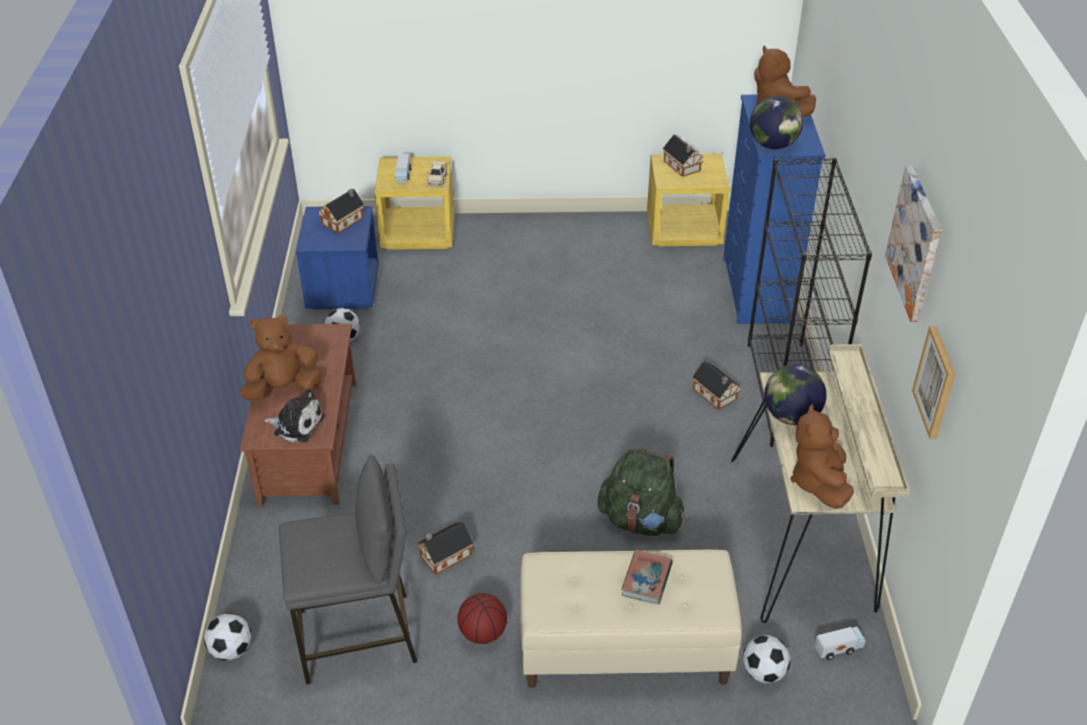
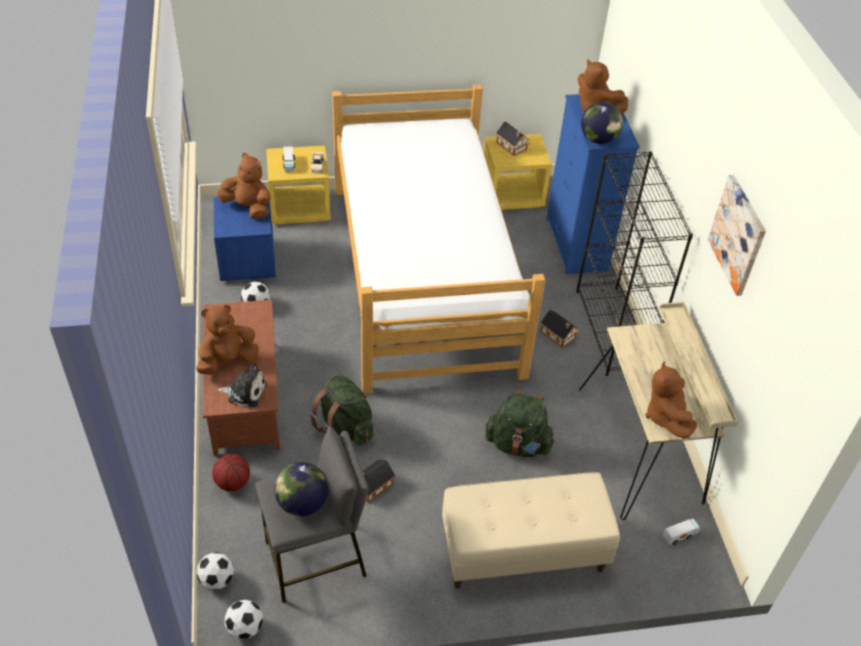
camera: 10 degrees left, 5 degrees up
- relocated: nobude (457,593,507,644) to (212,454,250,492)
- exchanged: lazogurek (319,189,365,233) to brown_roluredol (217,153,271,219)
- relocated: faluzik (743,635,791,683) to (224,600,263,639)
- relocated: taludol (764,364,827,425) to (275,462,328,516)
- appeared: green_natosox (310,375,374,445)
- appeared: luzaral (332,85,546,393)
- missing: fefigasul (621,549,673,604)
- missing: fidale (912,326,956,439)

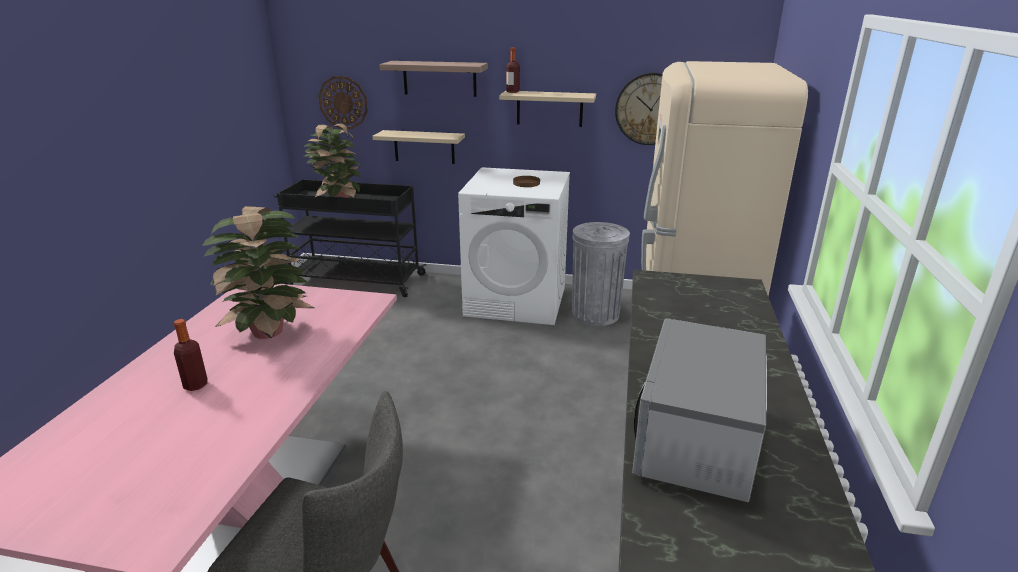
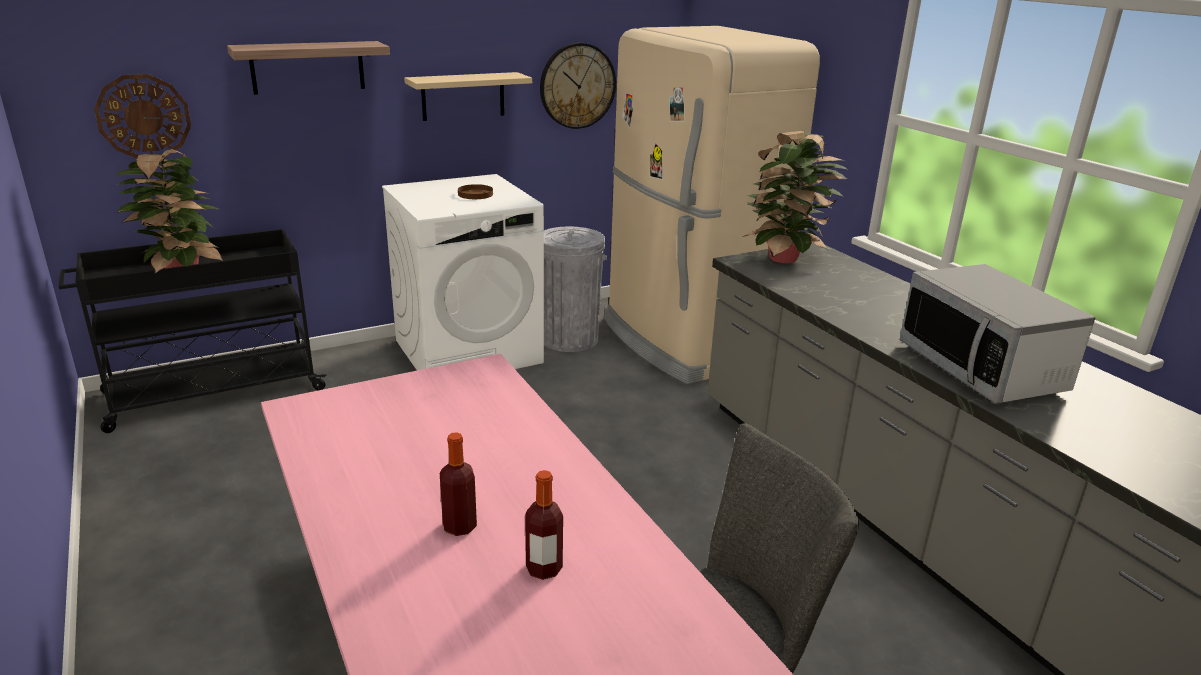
camera: 40 degrees left, 0 degrees up
- relocated: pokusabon (506,48,520,93) to (525,470,563,580)
- relocated: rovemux (202,206,314,339) to (742,131,847,263)
- missing: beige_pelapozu (372,130,465,164)

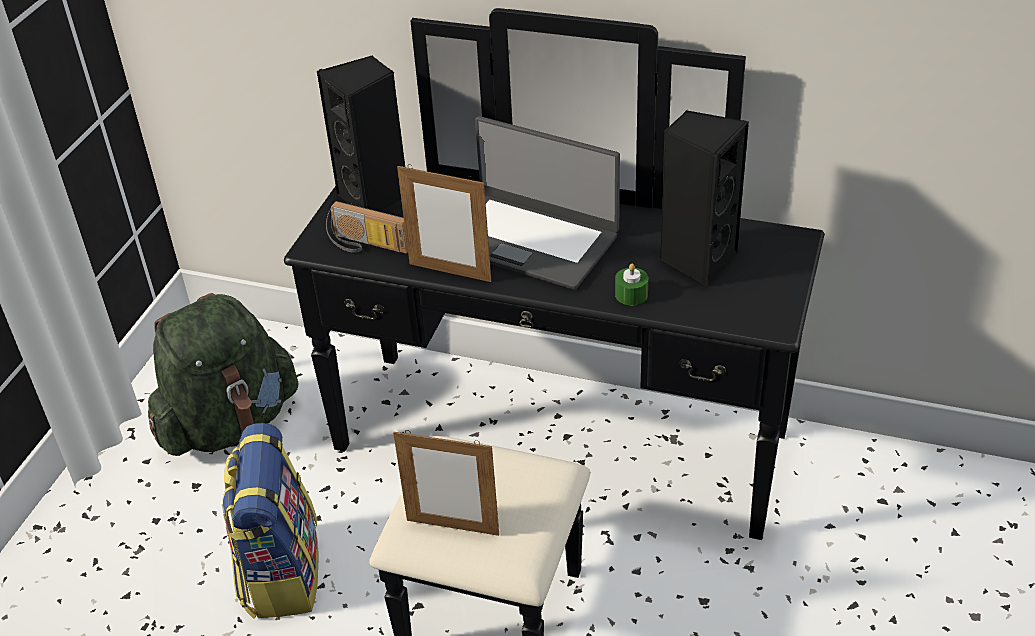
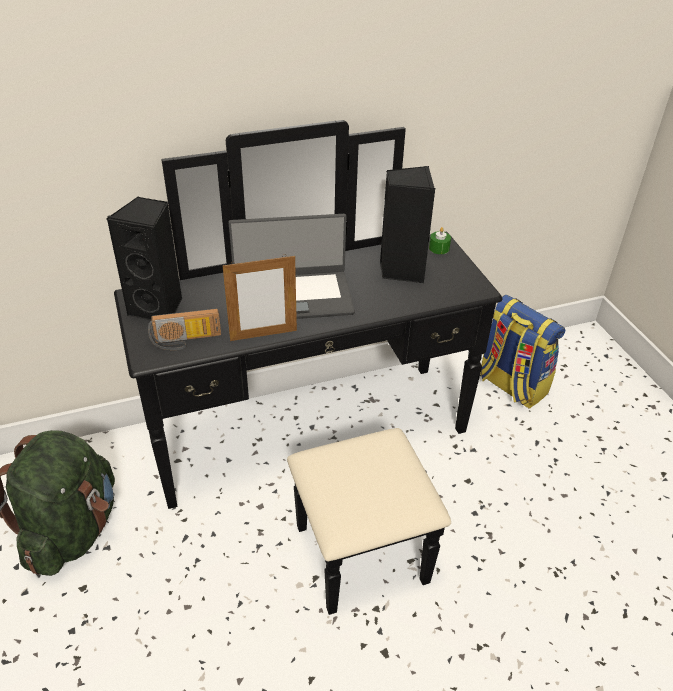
camera: 40 degrees left, 0 degrees up
- relocated: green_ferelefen (615,264,648,305) to (429,227,451,254)
- relocated: natosox (222,423,319,618) to (480,295,565,409)
- missing: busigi (393,430,499,536)

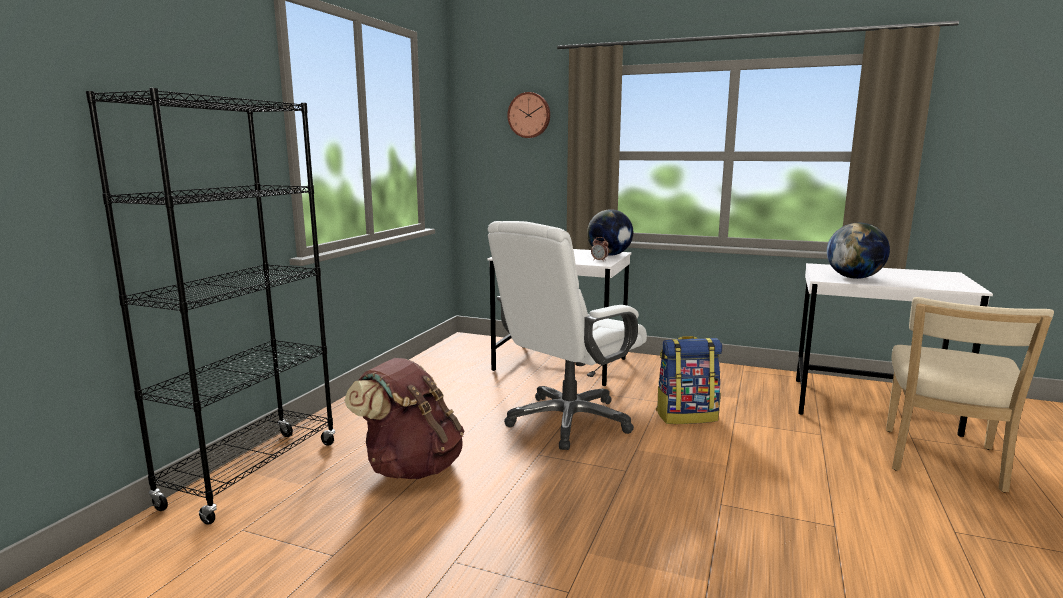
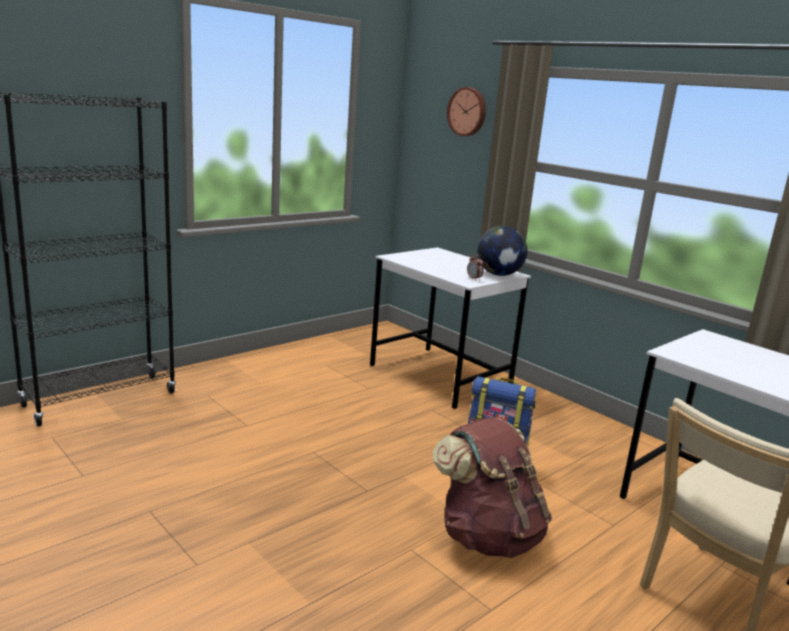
camera: 25 degrees right, 5 degrees up
- relocated: brown_natosox (344,358,464,479) to (433,417,552,558)
- missing: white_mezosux (488,221,647,450)
- missing: taludol (827,223,890,279)

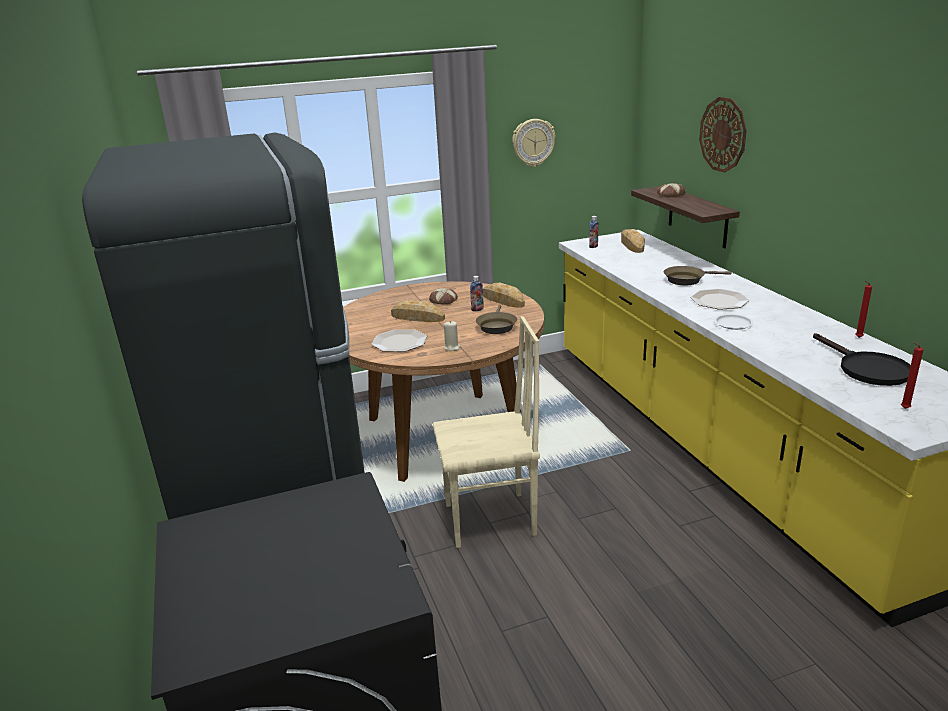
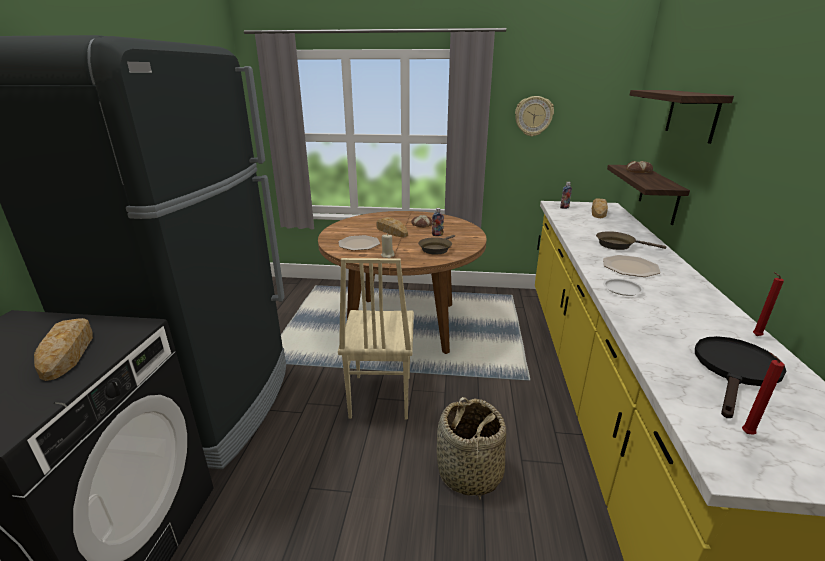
camera: 25 degrees right, 0 degrees up
- relocated: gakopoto (483,283,525,308) to (34,318,93,381)
- spun: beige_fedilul (433,316,540,548) = (338,258,414,419) 75 degrees clockwise
- appeared: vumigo (437,397,506,500)
- exchanged: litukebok (699,97,747,172) to pelapozu (630,90,734,144)
- spun: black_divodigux (813,333,911,386) = (695,336,786,418) 150 degrees counterclockwise

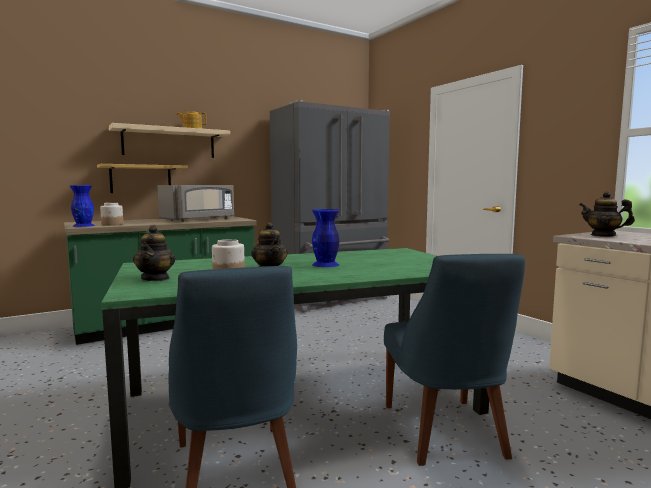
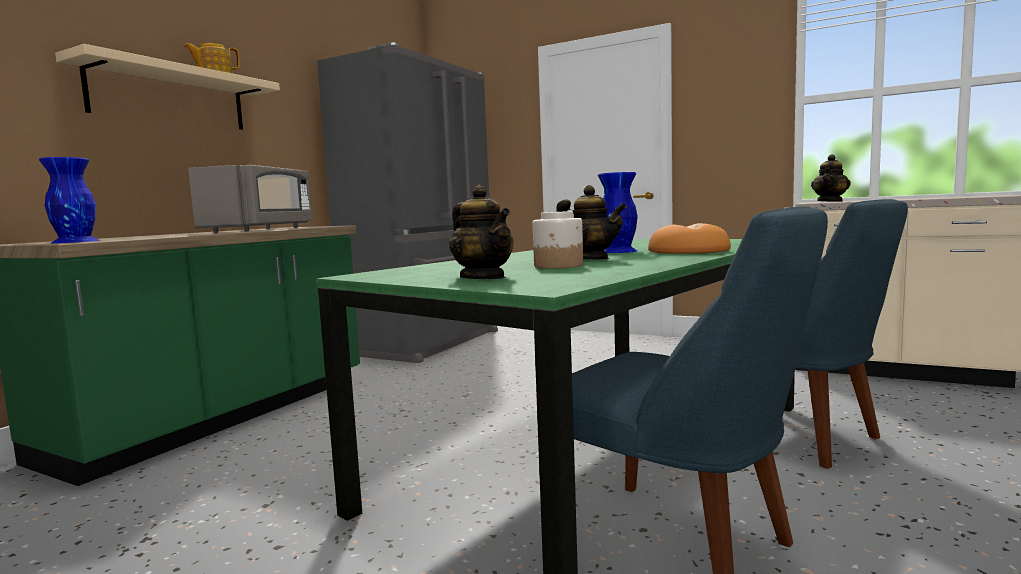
camera: 30 degrees left, 0 degrees up
- appeared: gakopoto (648,223,731,254)
- spun: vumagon (579,191,635,237) = (811,154,851,202) 60 degrees counterclockwise
- missing: pelapozu (97,164,188,193)
- missing: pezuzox (100,203,123,226)

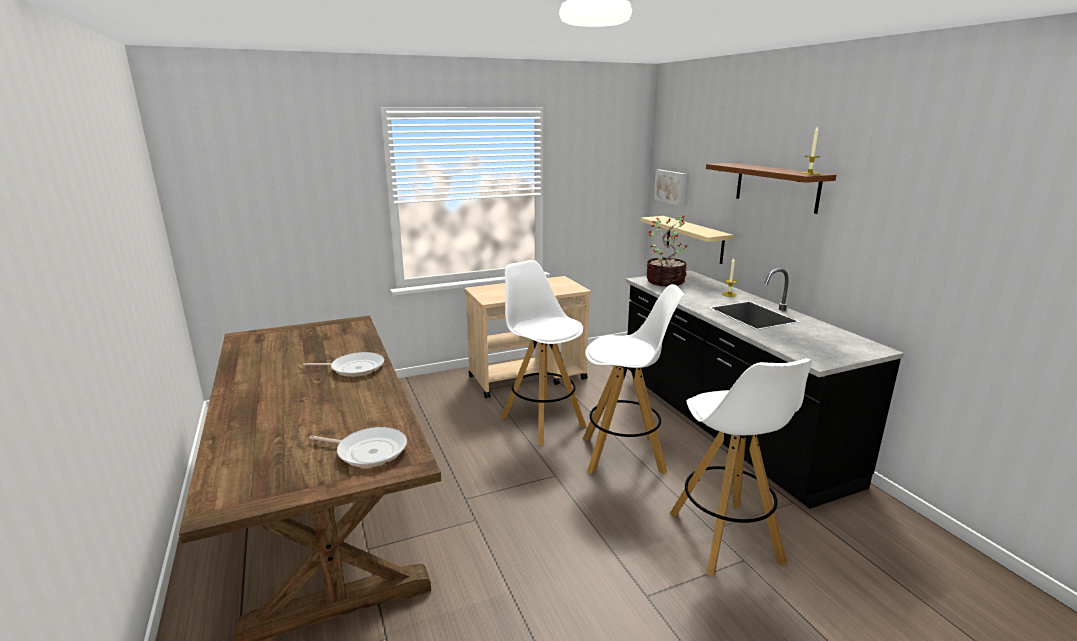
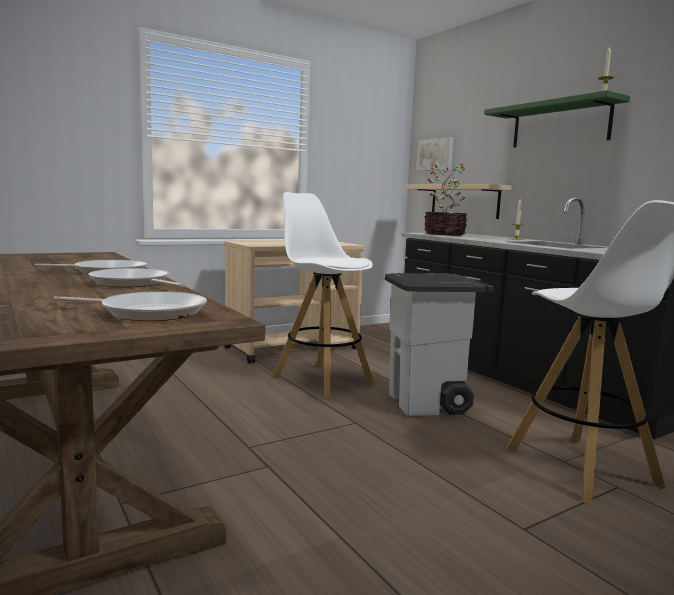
camera: 10 degrees left, 10 degrees down
- appeared: divodigux (89,268,185,287)
- exchanged: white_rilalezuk (583,284,684,474) to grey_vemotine (385,273,494,416)
- colour: brown_pelapozu (706,163,836,214) to green_pelapozu (484,90,630,148)

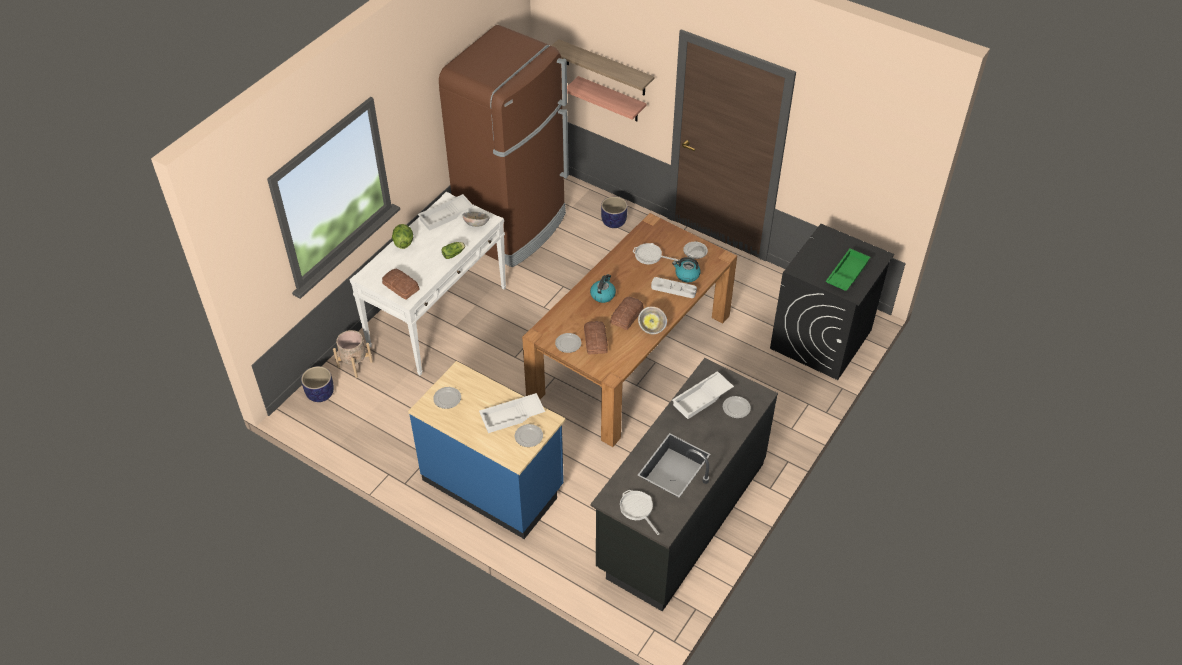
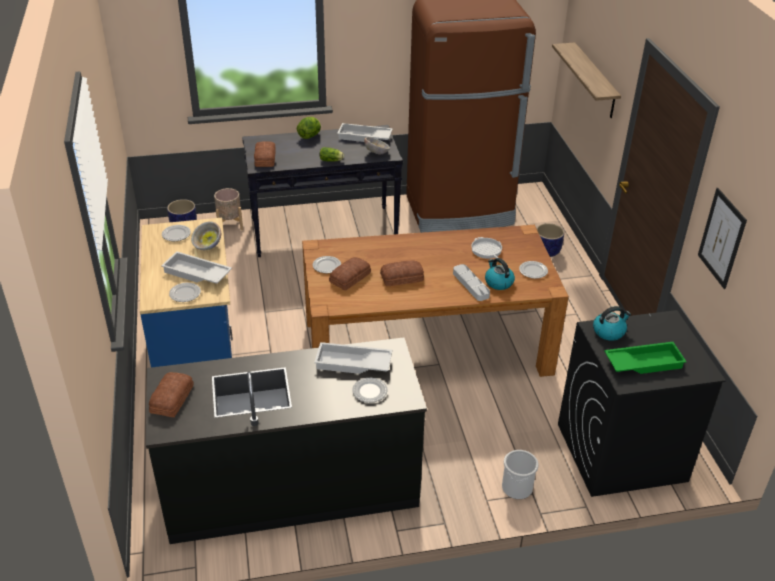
camera: 45 degrees right, 10 degrees down
- exchanged: divodigux (620,490,659,535) to gakopoto (149,372,194,417)
- relocated: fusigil (638,306,667,334) to (191,221,221,250)
- colour: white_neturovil (350,192,506,376) to black_neturovil (242,125,403,257)
- appeared: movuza (502,450,539,499)
- relocated: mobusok (590,274,616,303) to (593,306,631,341)
- appeared: fidale (698,188,747,289)
- missing: pelapozu (567,76,647,121)

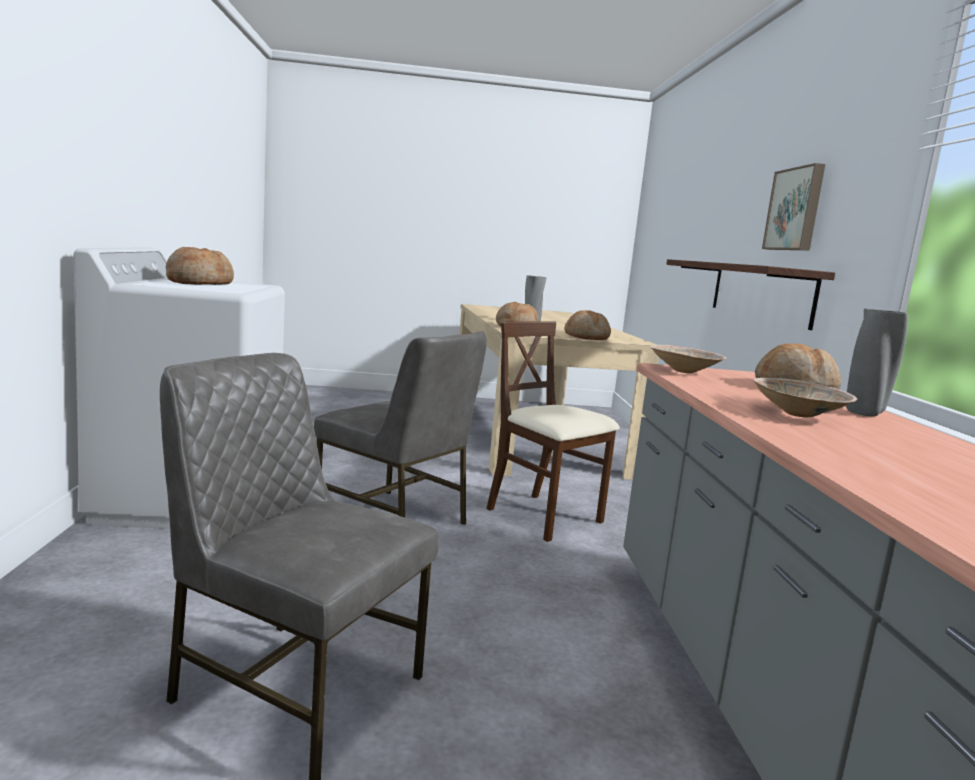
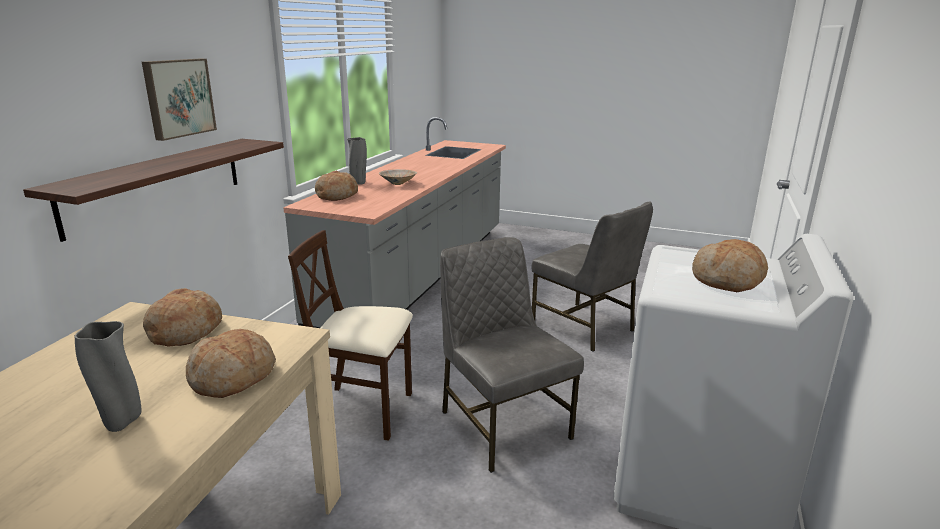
camera: 155 degrees left, 10 degrees up
- spun: beige_fedilul (486,321,620,542) = (288,230,413,441) 120 degrees clockwise
- missing: beige_fusigil (650,345,727,373)

